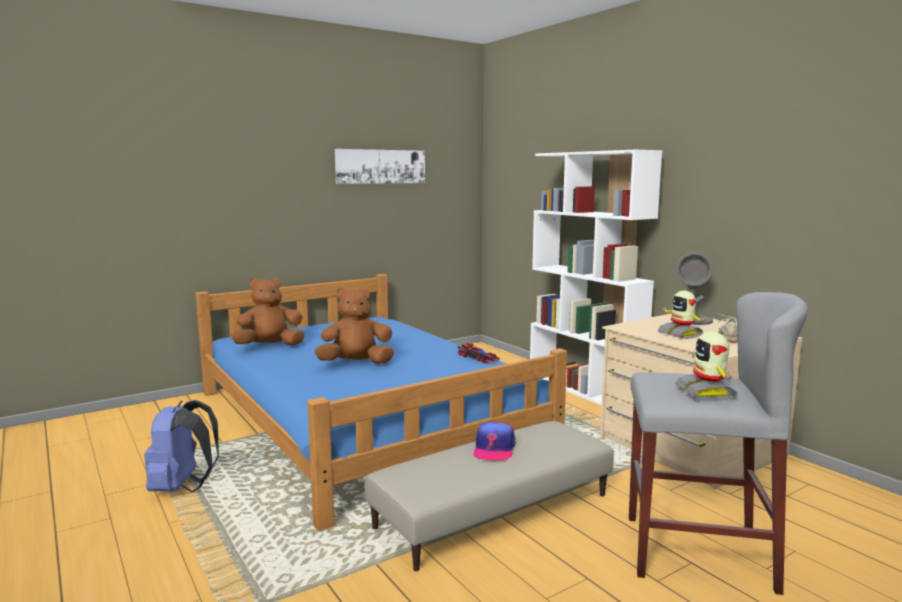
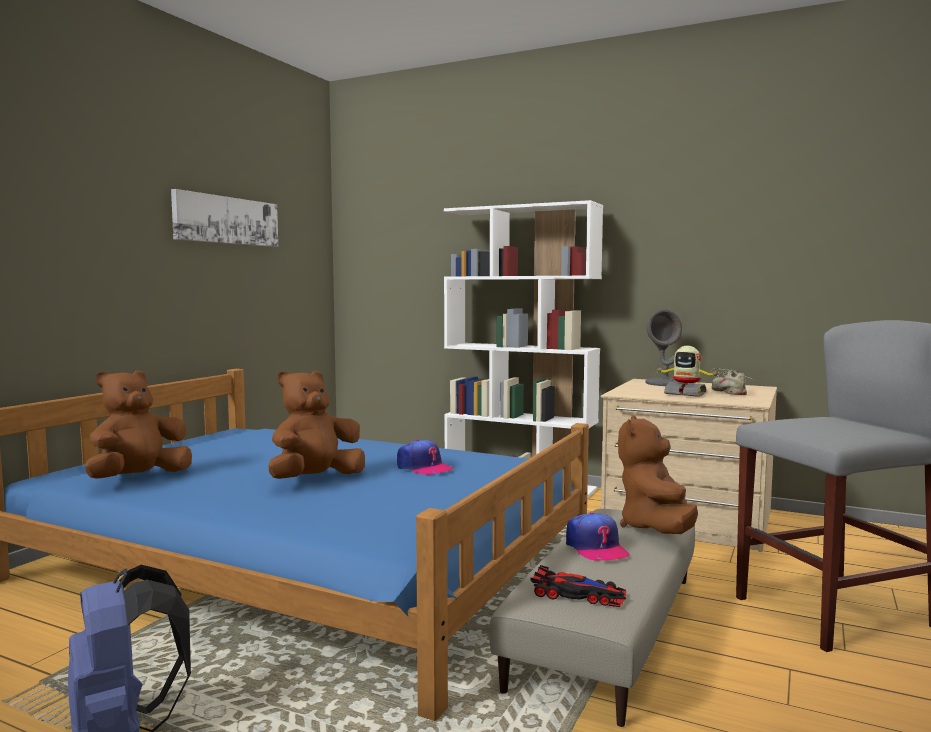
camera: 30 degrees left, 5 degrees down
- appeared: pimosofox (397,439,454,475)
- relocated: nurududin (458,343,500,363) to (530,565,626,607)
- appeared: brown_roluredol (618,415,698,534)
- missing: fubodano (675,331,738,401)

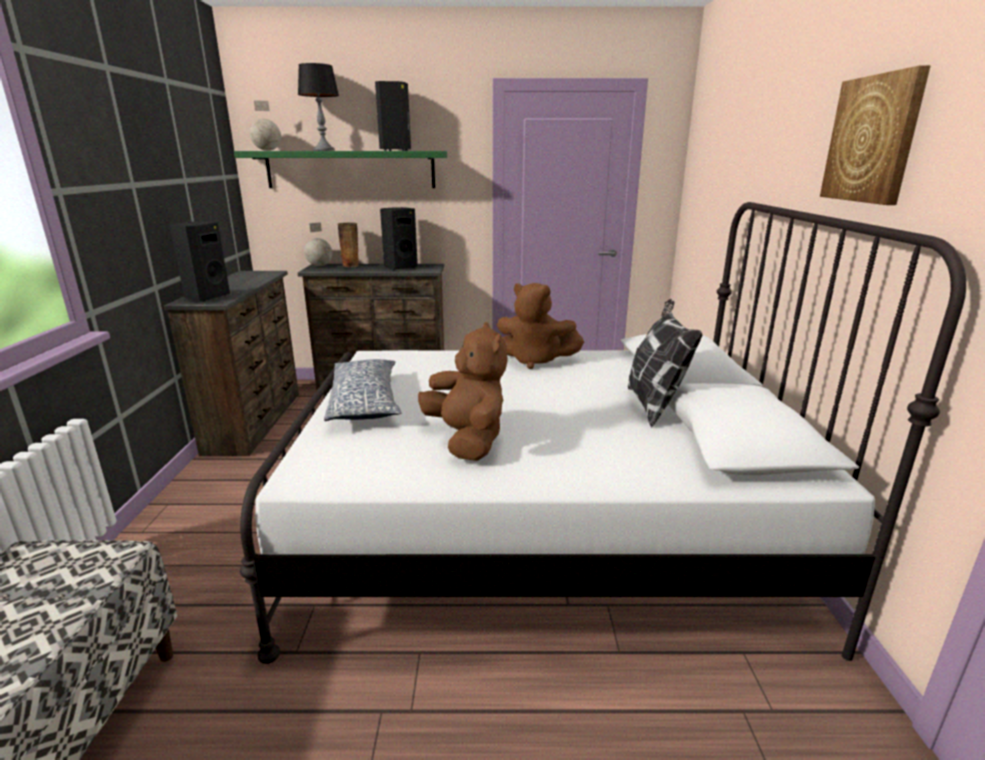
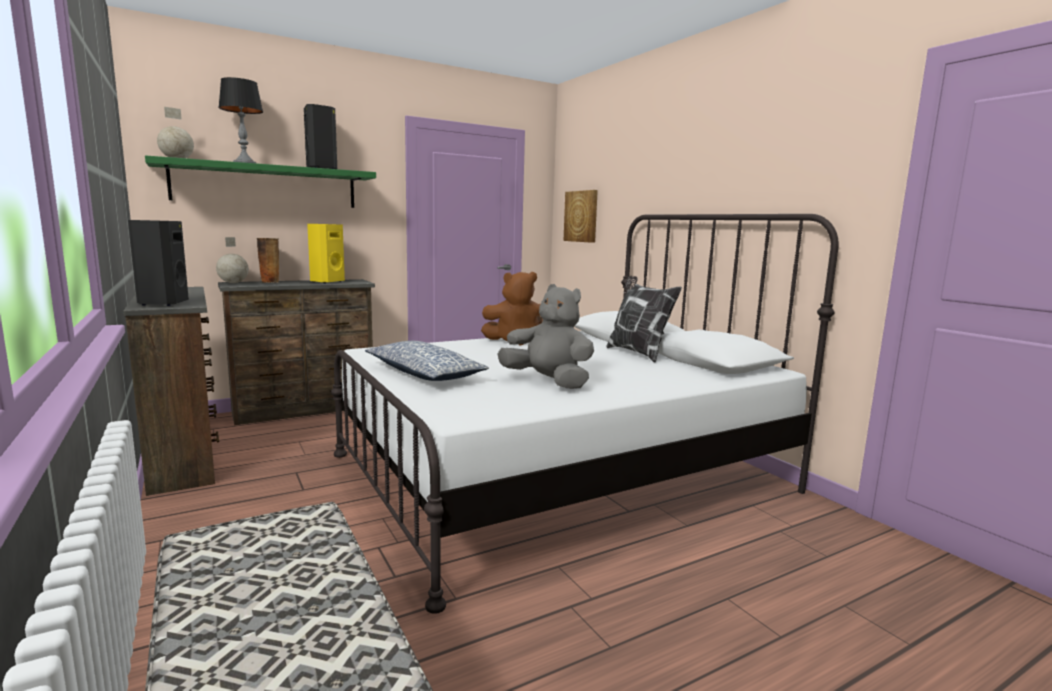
camera: 30 degrees left, 10 degrees down
- colour: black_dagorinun (380,207,418,270) to yellow_dagorinun (307,224,345,284)
- colour: brown_roluredol (418,322,508,461) to grey_roluredol (498,284,594,389)
- relocated: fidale (820,65,931,205) to (564,190,598,243)

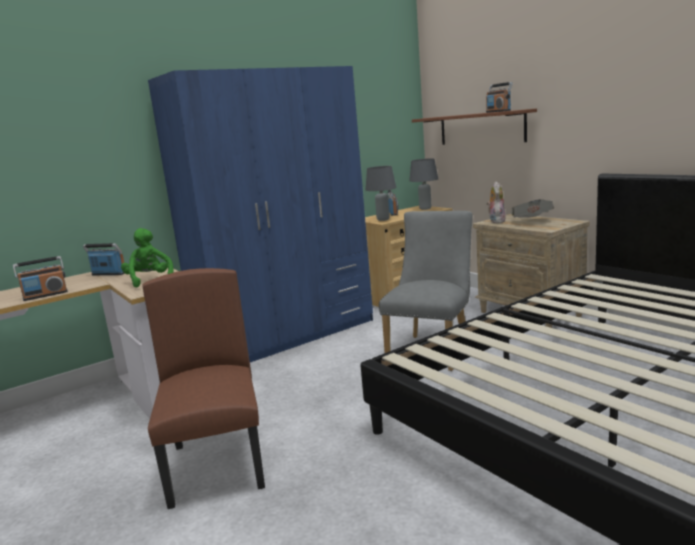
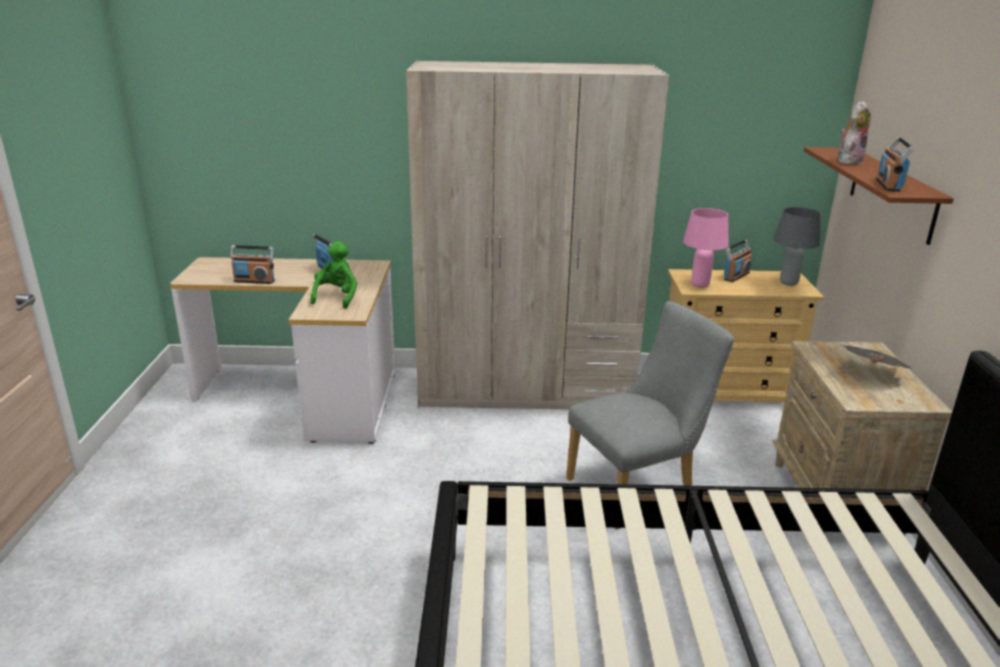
camera: 35 degrees right, 10 degrees up
- colour: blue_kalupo (148,66,373,362) to beige_kalupo (406,61,669,409)
- colour: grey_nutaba (366,166,396,221) to pink_nutaba (683,208,729,288)
- relocated: roluredol (487,182,506,223) to (838,101,871,165)
- missing: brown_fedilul (142,268,265,509)

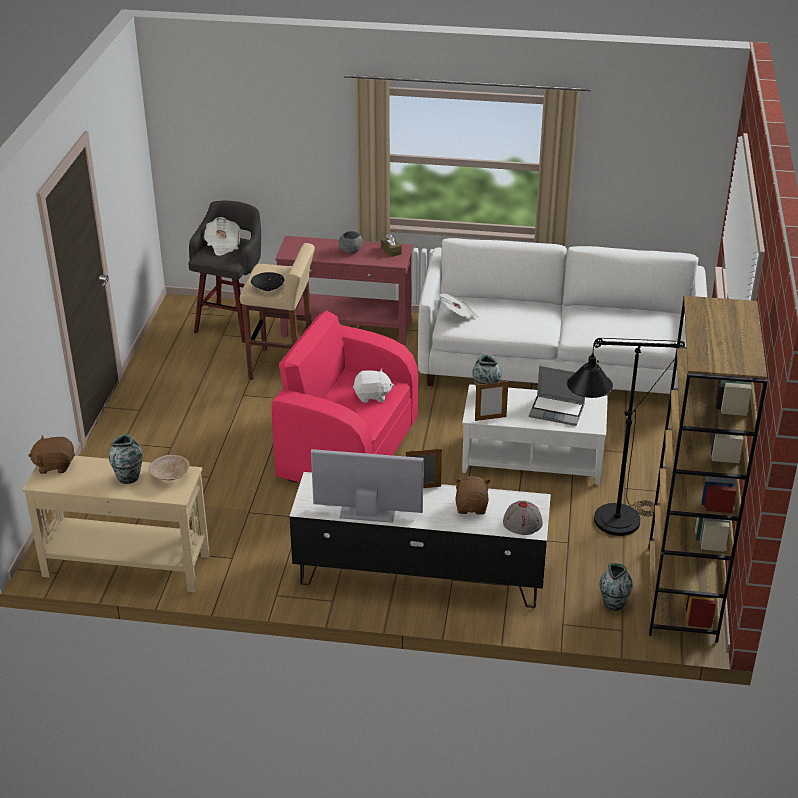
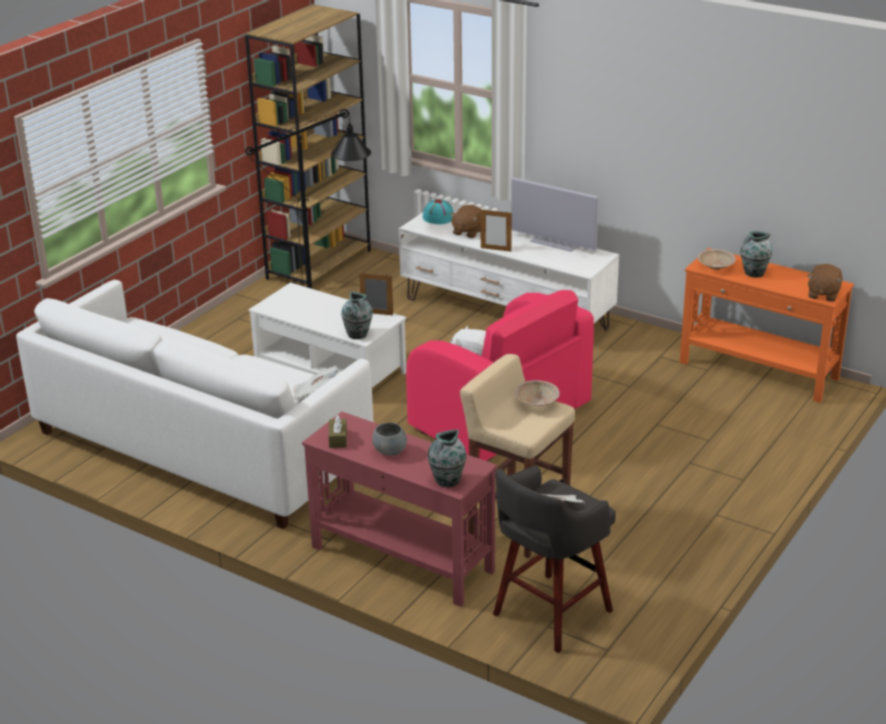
camera: 155 degrees left, 5 degrees down
- colour: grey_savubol (503,501,543,535) to turquoise_savubol (423,199,454,224)
- relocated: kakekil (599,563,633,611) to (428,429,467,487)
- colour: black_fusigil (251,272,284,291) to beige_fusigil (515,380,560,406)
- colour: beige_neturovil (22,456,210,592) to orange_neturovil (680,248,854,403)
- spun: brown_roluredol (28,435,75,474) = (807,264,843,302) 90 degrees clockwise
- missing: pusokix (529,366,585,426)

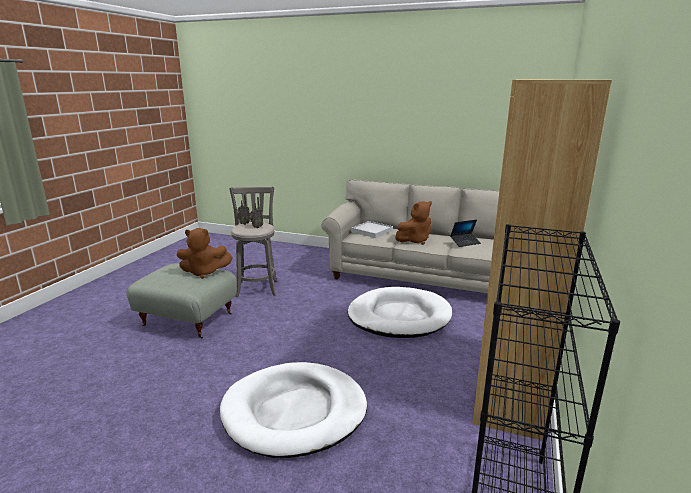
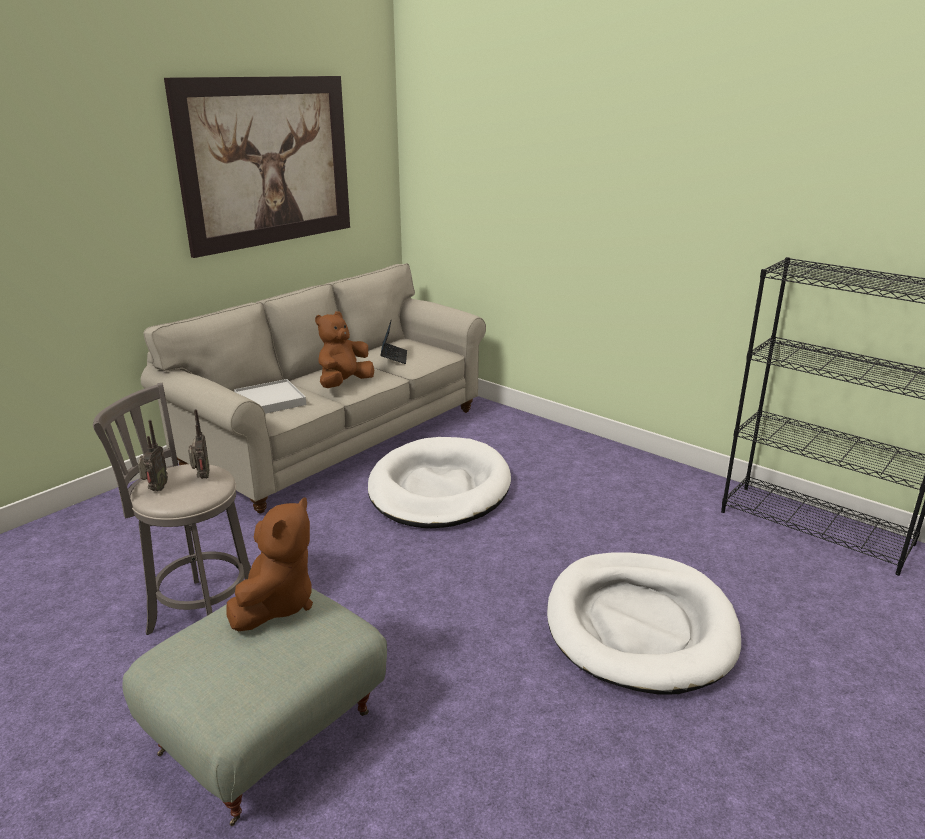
camera: 70 degrees left, 5 degrees up
- appeared: fidale (164,76,350,258)
- spun: brown_roluredol (395,201,432,245) = (315,311,374,388) 135 degrees counterclockwise
- missing: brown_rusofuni (472,80,612,440)

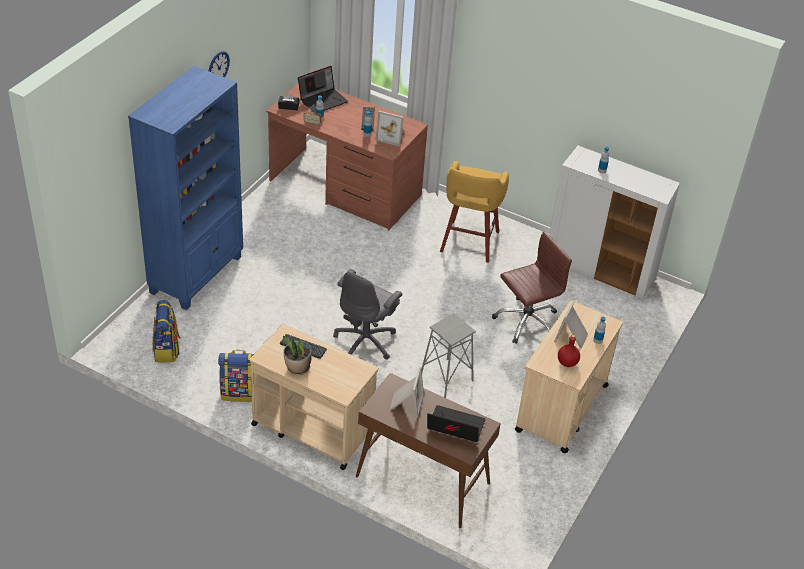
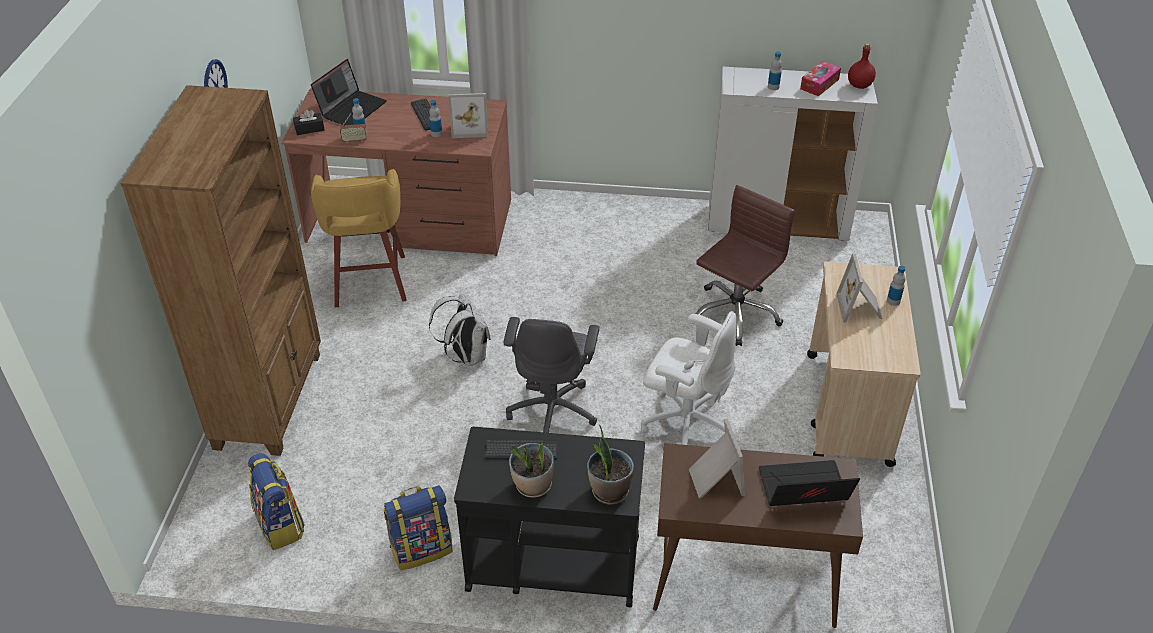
camera: 20 degrees left, 0 degrees up
- colour: blue_rusofuni (128,66,243,310) to brown_rusofuni (120,85,321,456)
- relocated: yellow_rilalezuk (440,160,509,263) to (311,169,406,307)
- appeared: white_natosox (429,294,491,367)
- colour: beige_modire (250,324,378,470) to black_modire (454,427,645,607)
- appeared: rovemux (587,424,634,505)
- exchanged: grey_rilalezuk (421,313,476,398) to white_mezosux (641,311,736,445)
- appeared: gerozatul (800,61,841,96)
- relocated: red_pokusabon (558,335,580,367) to (848,43,876,89)

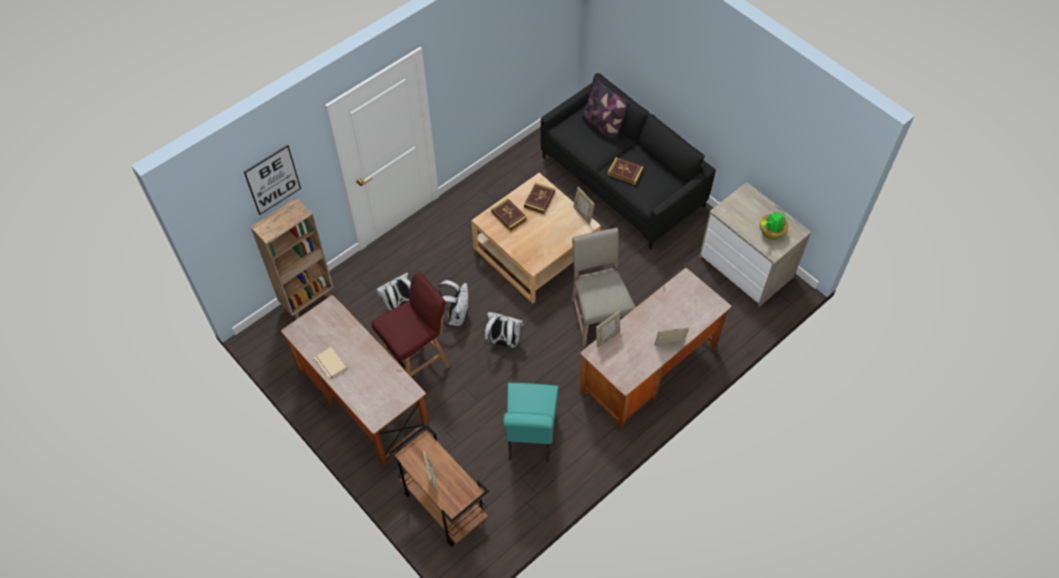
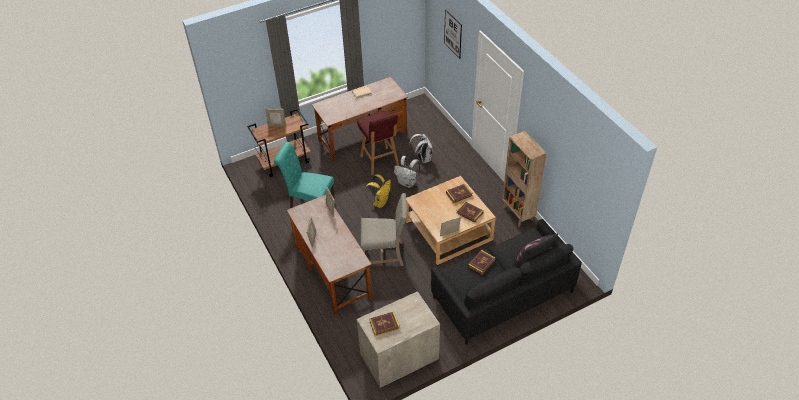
camera: 105 degrees right, 10 degrees down
- colour: white_natosox (484,312,524,351) to yellow_natosox (365,174,391,208)
- exchanged: rovemux (760,212,788,240) to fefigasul (369,312,400,336)
- relocated: brown_rusofuni (250,197,334,319) to (502,131,547,227)

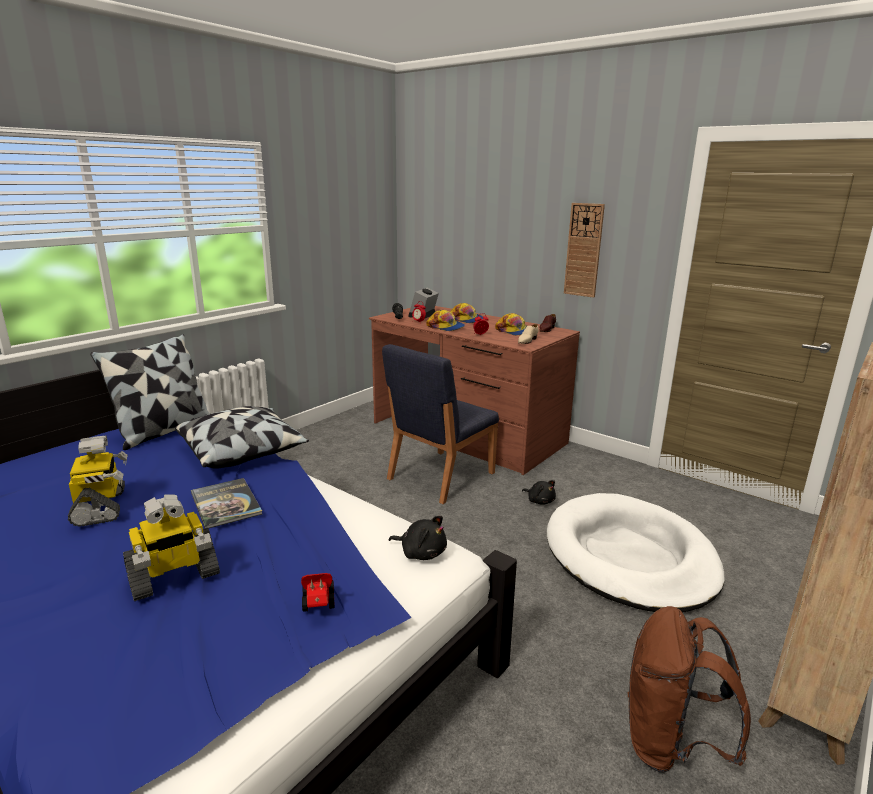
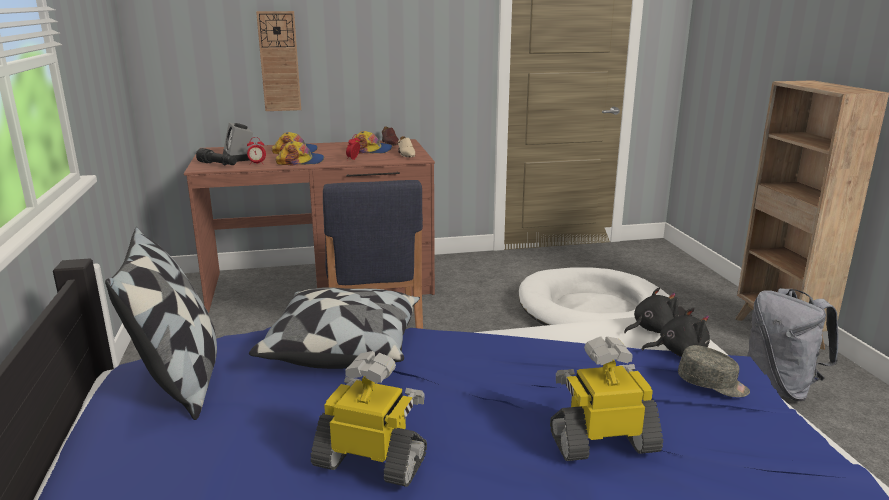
camera: 50 degrees left, 0 degrees up
- relocated: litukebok (564,203,605,298) to (256,11,301,111)
- spun: fubodano (123,494,220,601) = (550,336,663,461) 105 degrees counterclockwise
- relocated: black_roluredol (522,480,556,505) to (642,308,710,357)
- exchanged: nurududin (301,573,335,612) to grey_pimosofox (678,345,750,397)
- colour: brown_natosox (628,606,751,773) to grey_natosox (747,288,839,401)
- missing: fefigasul (191,478,262,529)

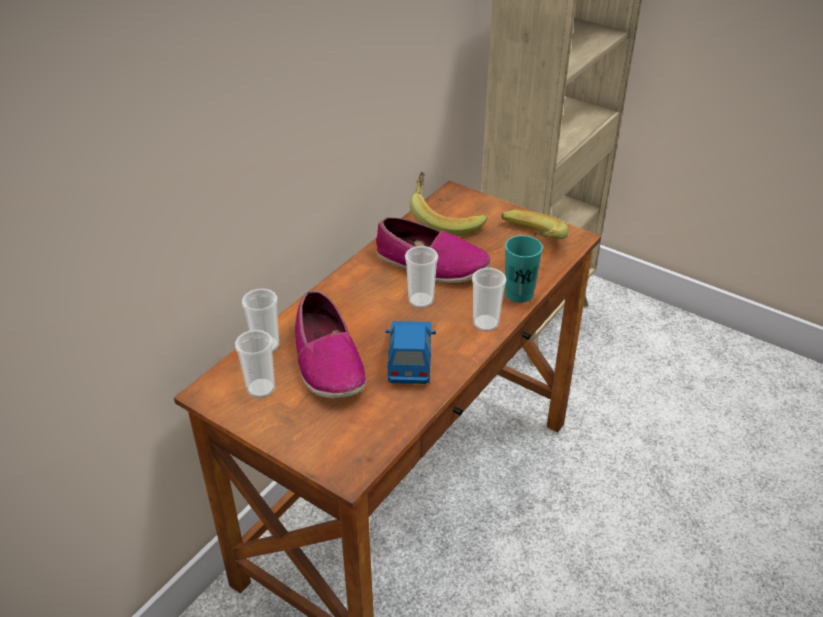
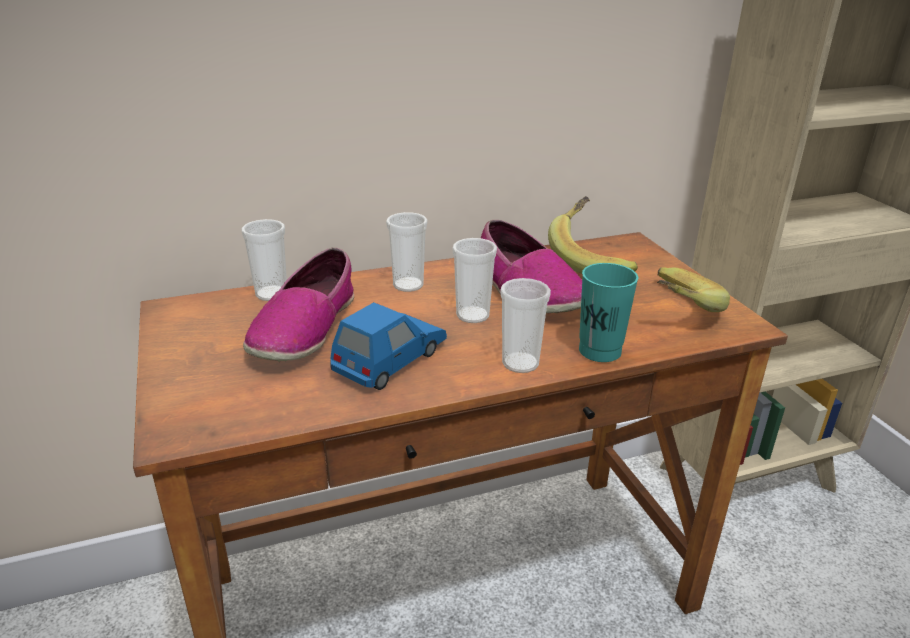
camera: 35 degrees right, 10 degrees down
- relocated: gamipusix (235,330,275,398) to (386,212,428,292)

